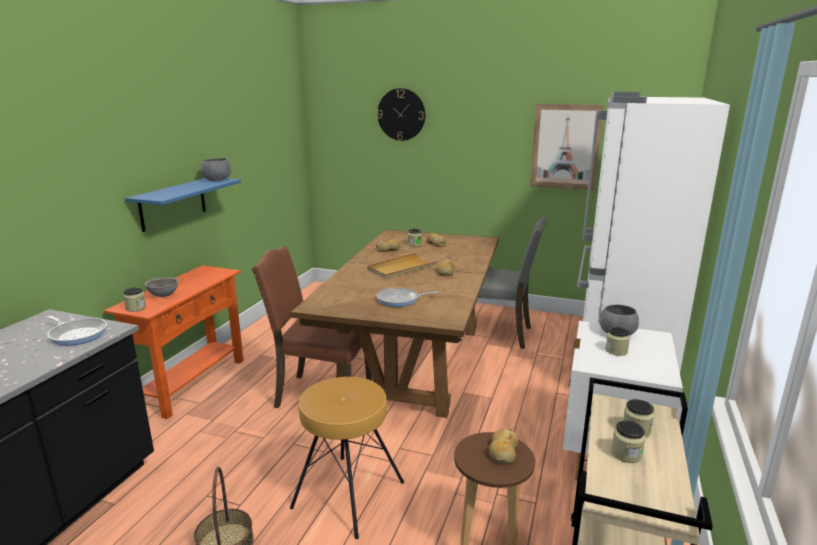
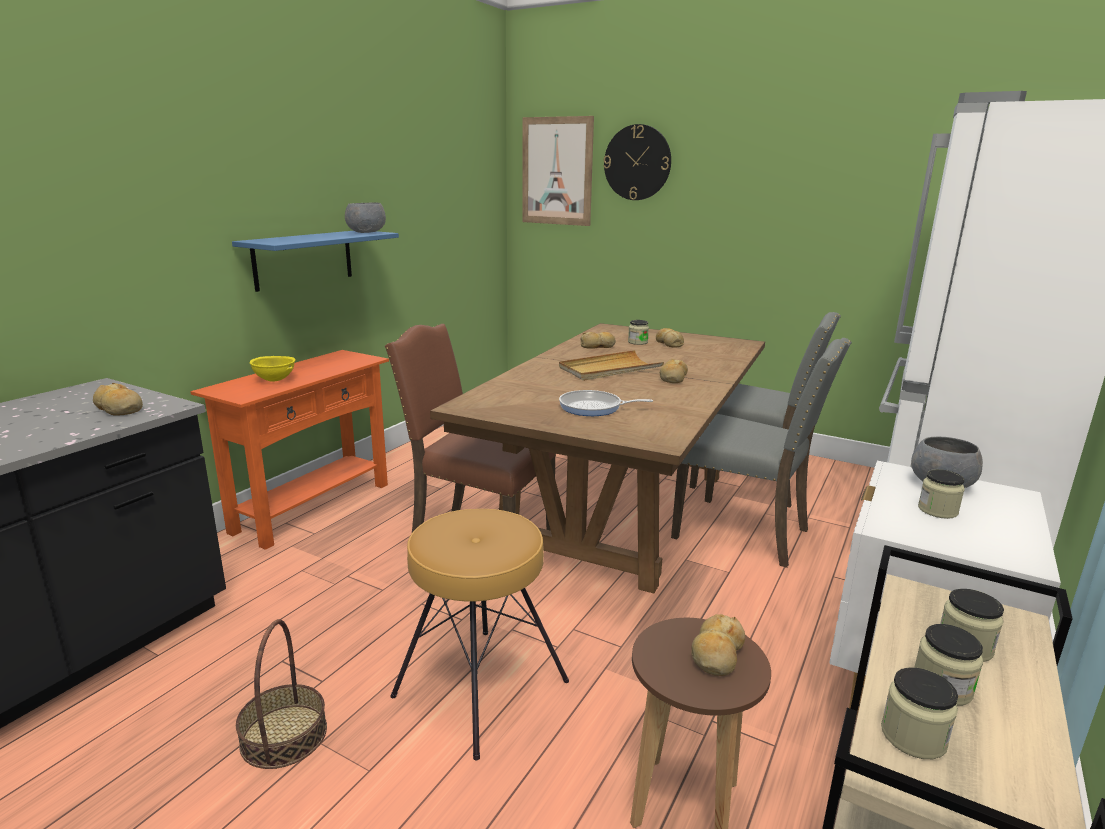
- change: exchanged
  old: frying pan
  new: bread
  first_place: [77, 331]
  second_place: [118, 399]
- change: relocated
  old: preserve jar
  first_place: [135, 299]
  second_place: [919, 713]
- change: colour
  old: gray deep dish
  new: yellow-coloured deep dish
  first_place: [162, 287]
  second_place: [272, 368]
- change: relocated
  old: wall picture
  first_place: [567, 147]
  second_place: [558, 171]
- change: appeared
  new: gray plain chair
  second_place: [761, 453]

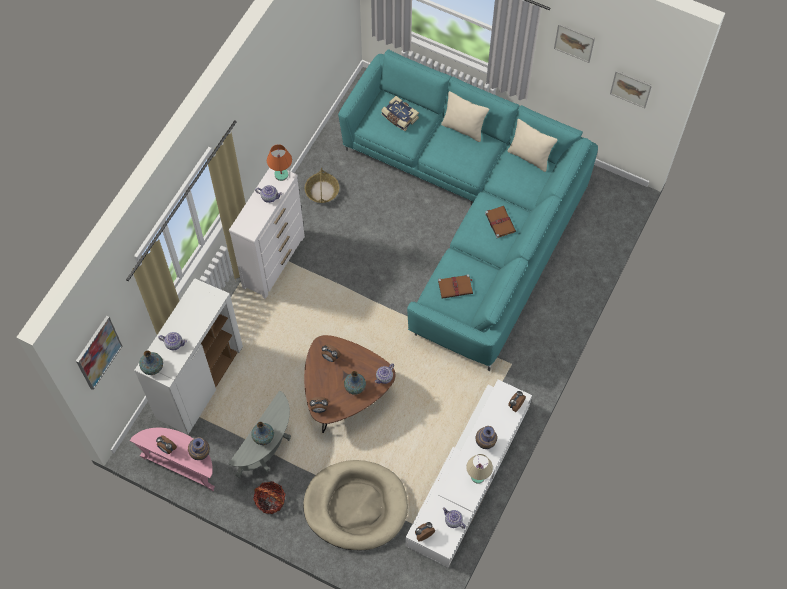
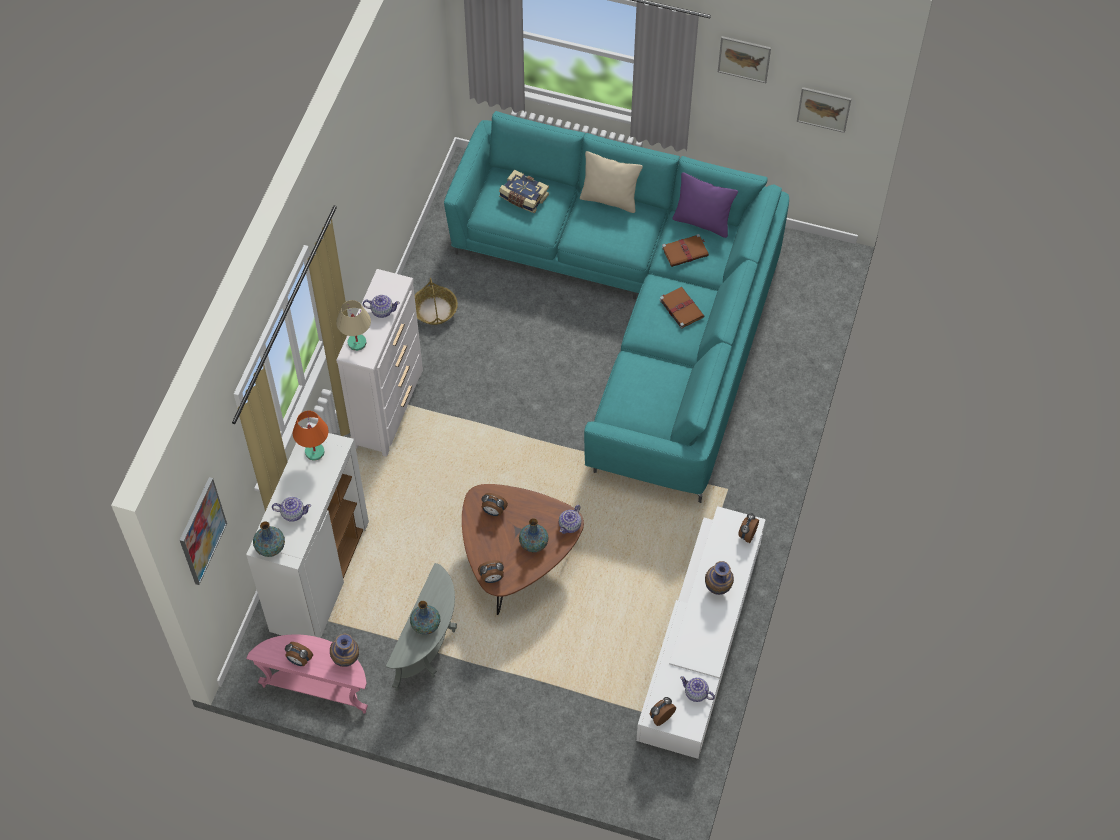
- change: missing
  old: household basket
  first_place: [269, 497]
- change: relocated
  old: orange table lamp
  first_place: [279, 162]
  second_place: [311, 435]
- change: missing
  old: sand-coloured dog bed
  first_place: [355, 505]
- change: relocated
  old: brownish bound book
  first_place: [455, 286]
  second_place: [685, 250]
- change: relocated
  old: sand-coloured table lamp
  first_place: [479, 469]
  second_place: [353, 325]
- change: colour
  old: sand-coloured throw pillow
  new: purple throw pillow
  first_place: [533, 145]
  second_place: [705, 205]

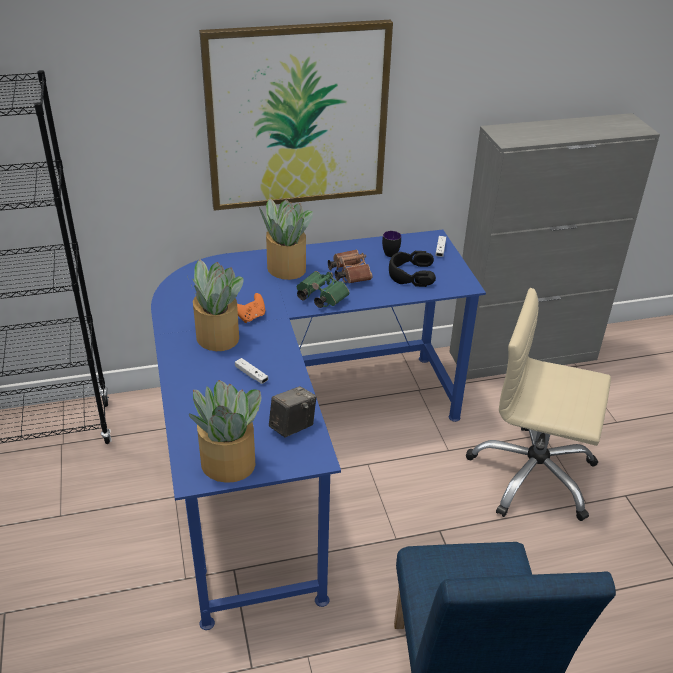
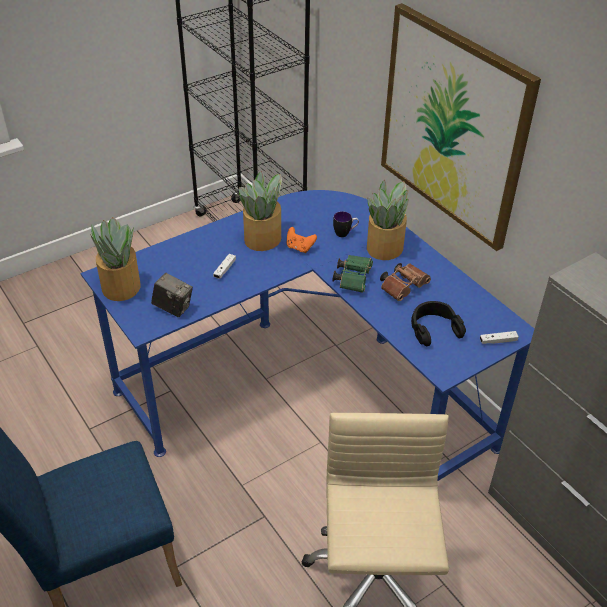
- change: relocated
  old: coffee mug
  first_place: [391, 244]
  second_place: [346, 224]

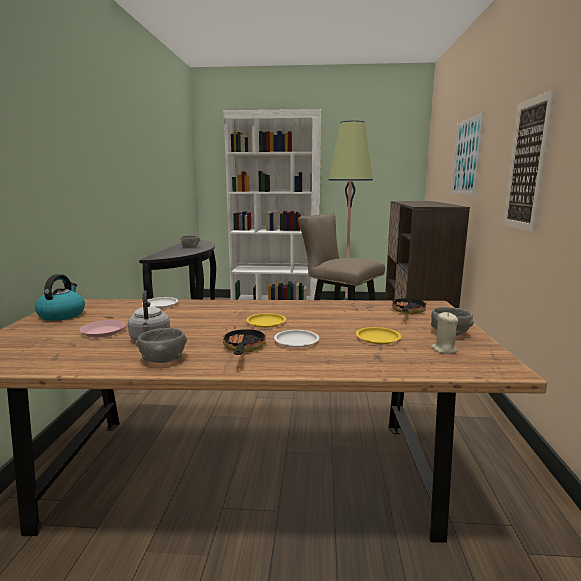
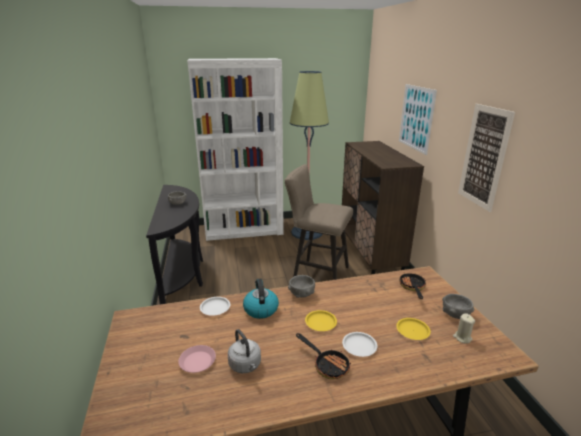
- change: relocated
  old: water kettle
  first_place: [60, 297]
  second_place: [261, 299]
- change: relocated
  old: gray deep dish
  first_place: [161, 345]
  second_place: [301, 286]
- change: spun
  old: frying pan
  first_place: [244, 341]
  second_place: [323, 356]
  degrees: 150

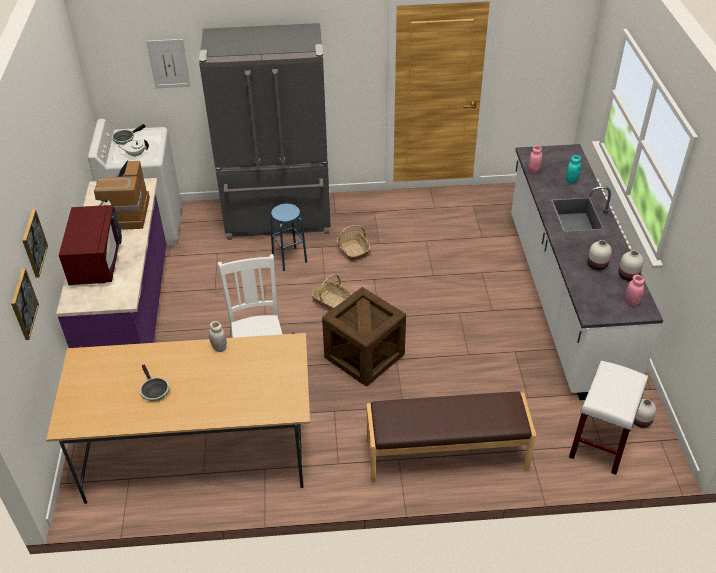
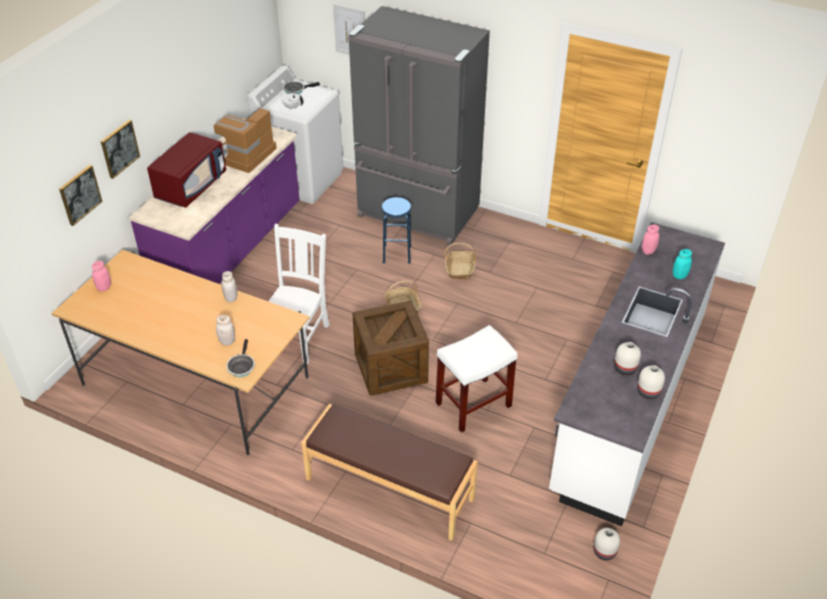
- change: relocated
  old: frying pan
  first_place: [154, 383]
  second_place: [240, 358]
- change: relocated
  old: white-coloured stool
  first_place: [608, 417]
  second_place: [476, 379]
- change: relocated
  old: pink preserve jar
  first_place: [635, 290]
  second_place: [101, 276]
- change: appeared
  new: white-coloured preserve jar
  second_place: [225, 330]

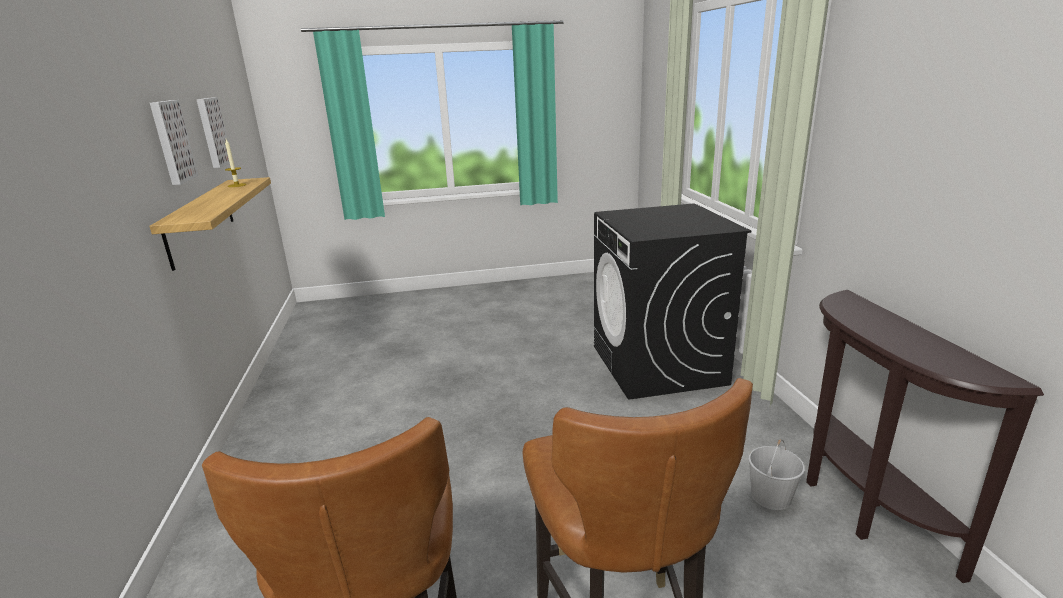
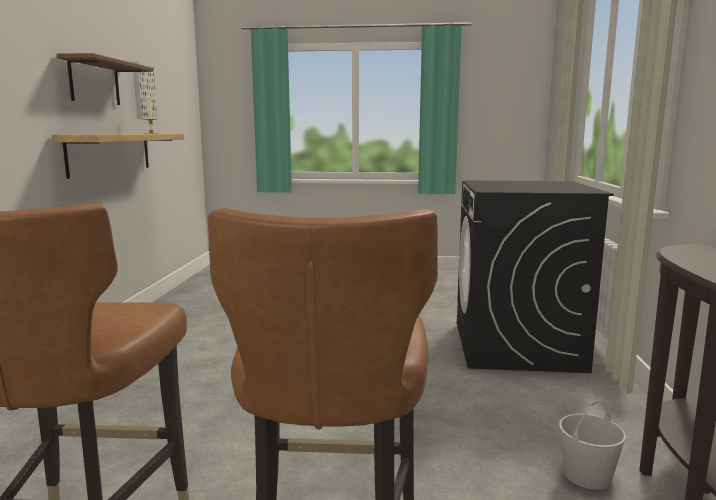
- change: exchanged
  old: wall picture
  new: brownish bracket shelf
  first_place: [174, 142]
  second_place: [105, 79]

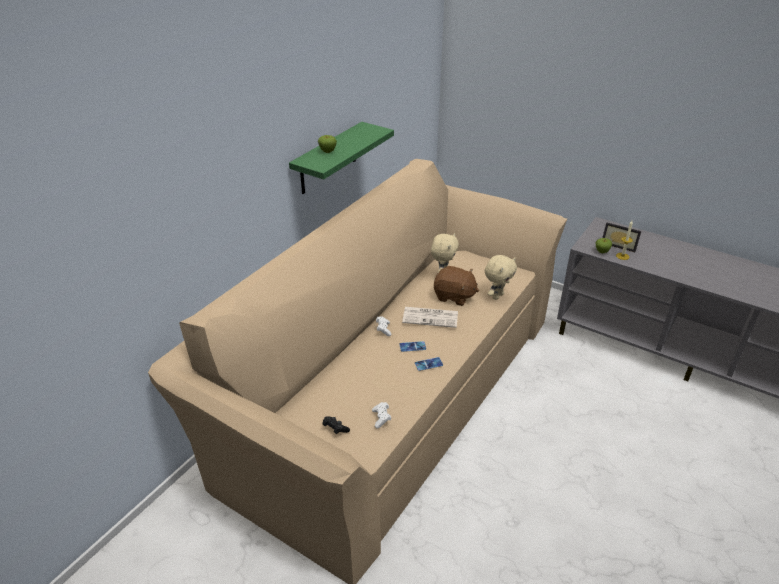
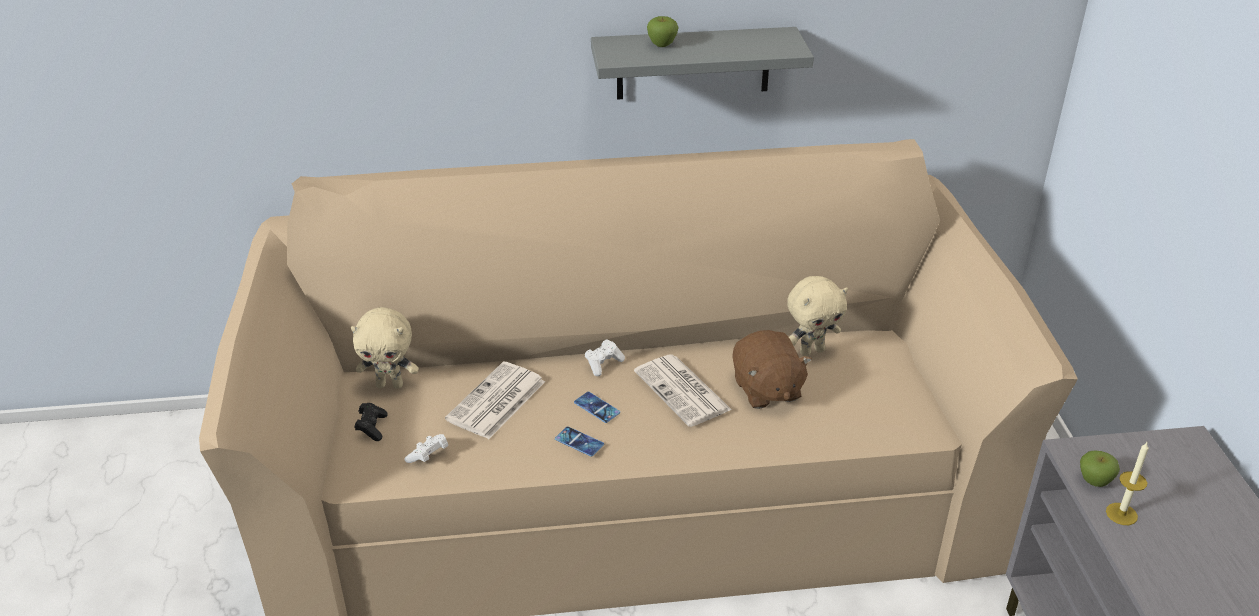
- change: colour
  old: green-coloured bracket shelf
  new: gray bracket shelf
  first_place: [341, 158]
  second_place: [702, 63]
- change: relocated
  old: sand-coloured cuddly toy
  first_place: [501, 277]
  second_place: [385, 348]
- change: missing
  old: picture frame
  first_place: [621, 237]
- change: appeared
  new: printed paper
  second_place: [495, 400]

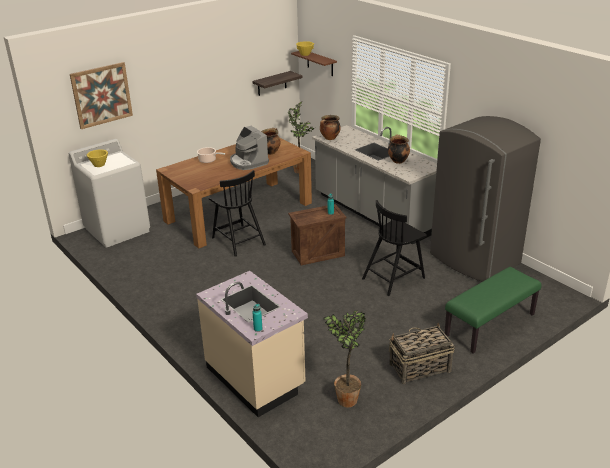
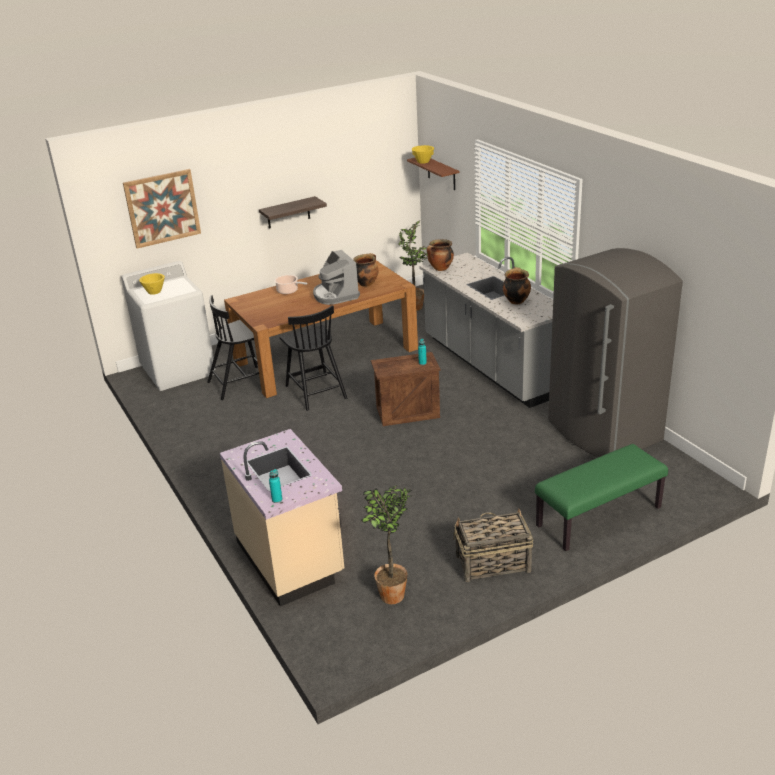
- change: relocated
  old: bracket shelf
  first_place: [278, 83]
  second_place: [293, 212]
- change: relocated
  old: black-coloured plain chair
  first_place: [394, 248]
  second_place: [233, 347]

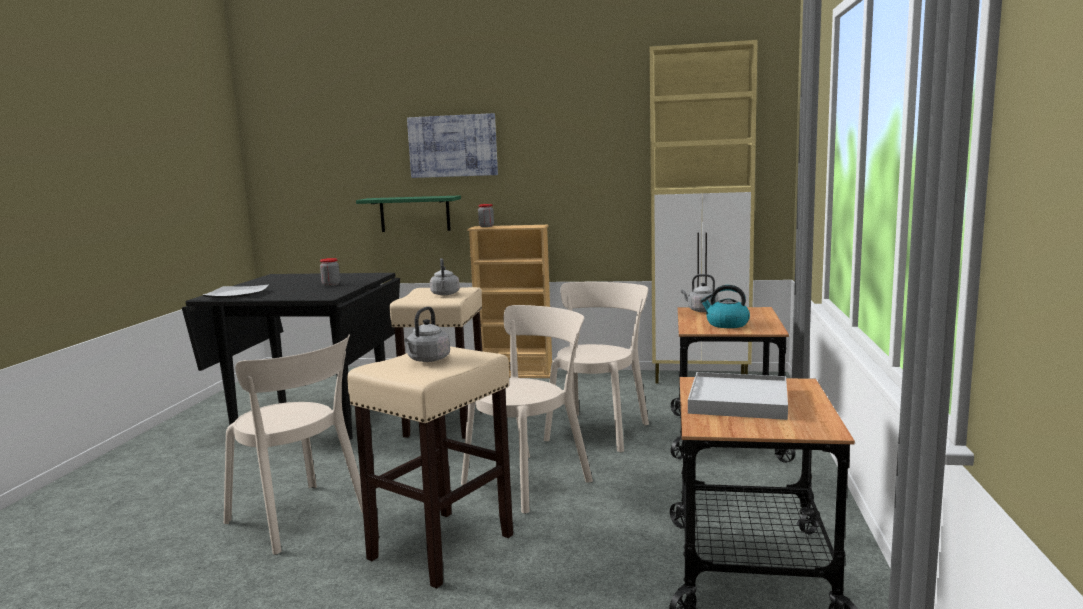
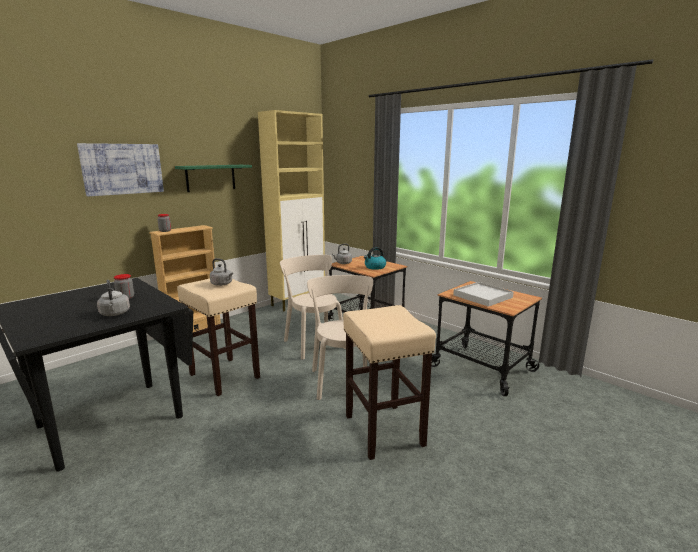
- change: missing
  old: plate
  first_place: [236, 291]
- change: missing
  old: sand-coloured plain chair
  first_place: [293, 444]
- change: relocated
  old: green-coloured bracket shelf
  first_place: [408, 213]
  second_place: [213, 178]
- change: relocated
  old: gray water kettle
  first_place: [427, 334]
  second_place: [113, 298]

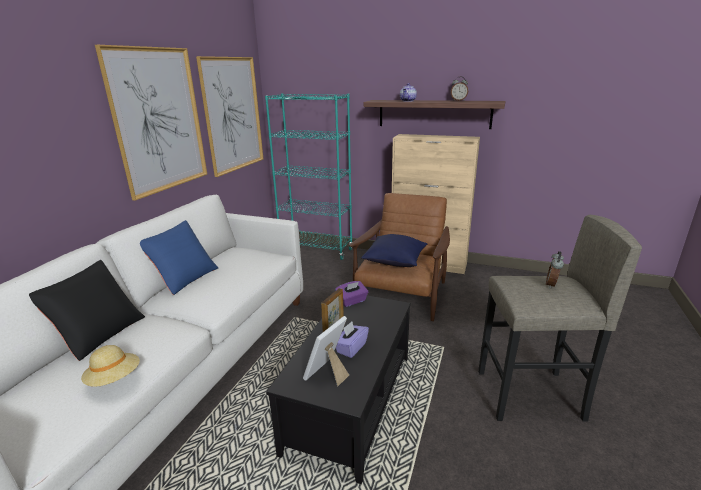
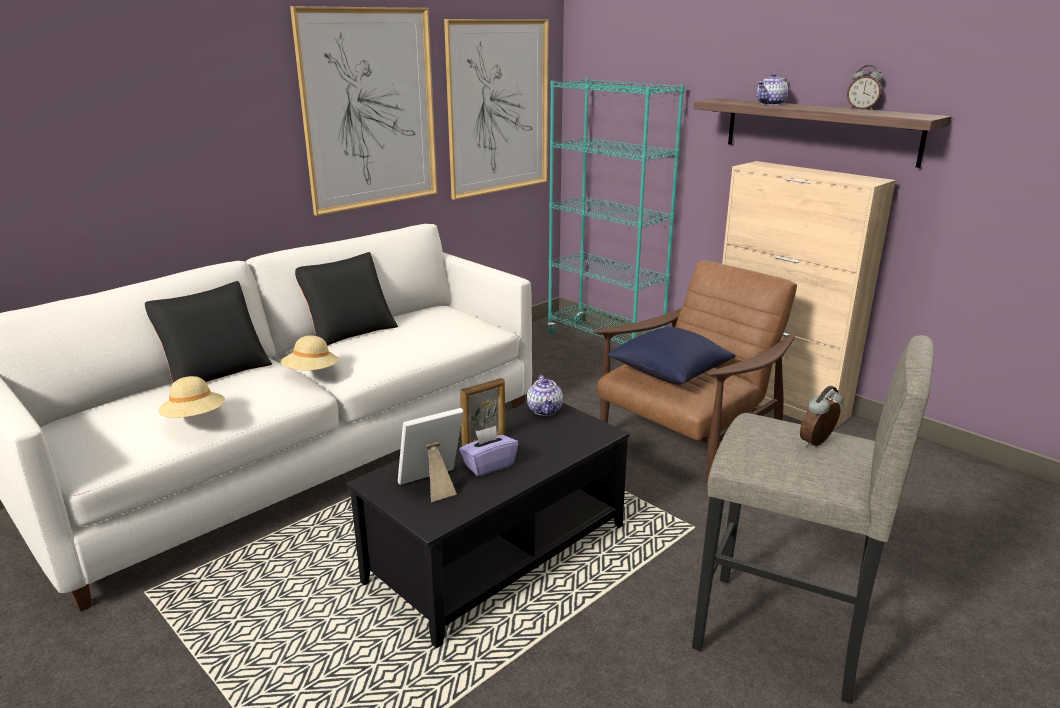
- change: colour
  old: blue throw pillow
  new: black-coloured throw pillow
  first_place: [179, 257]
  second_place: [346, 299]
- change: exchanged
  old: purple box of tissues
  new: teapot
  first_place: [351, 294]
  second_place: [545, 395]
- change: appeared
  new: sand-coloured clothing hat
  second_place: [310, 352]

